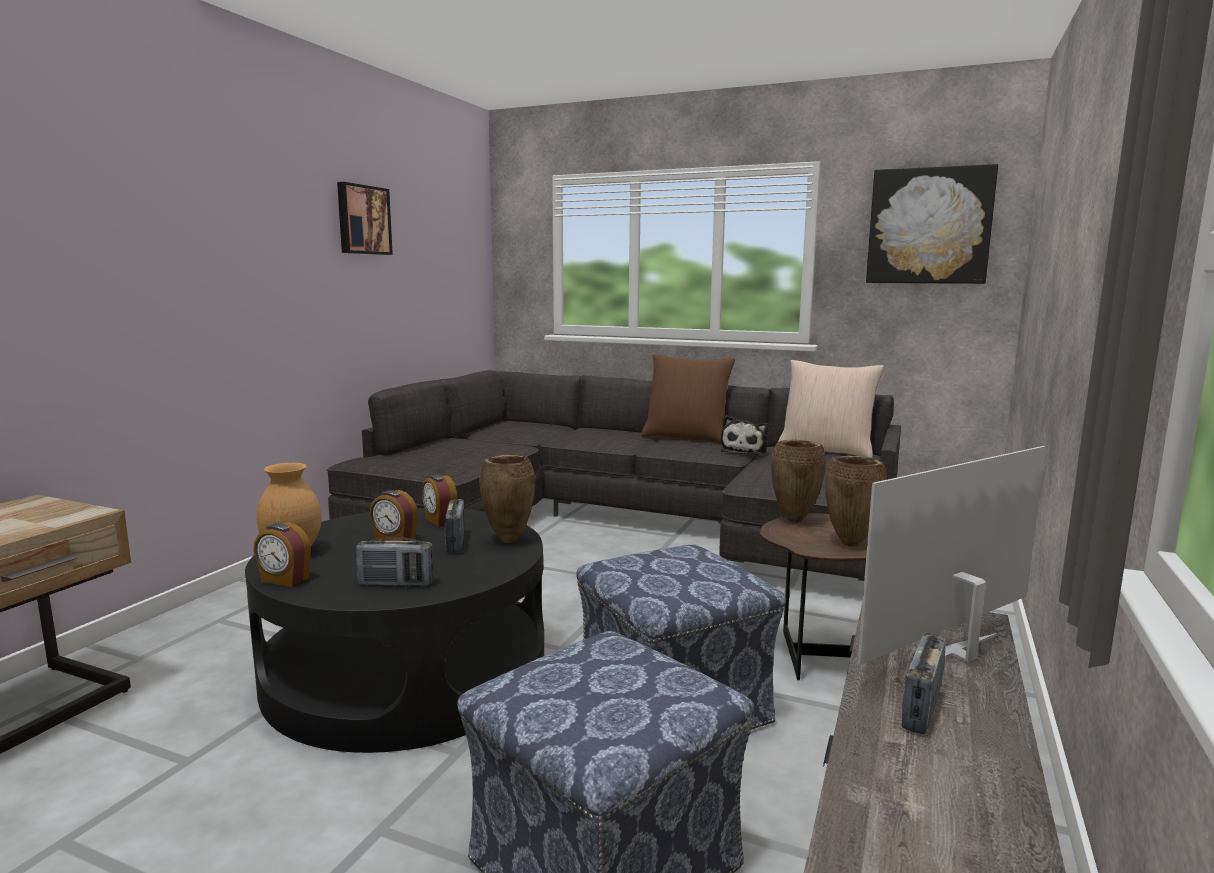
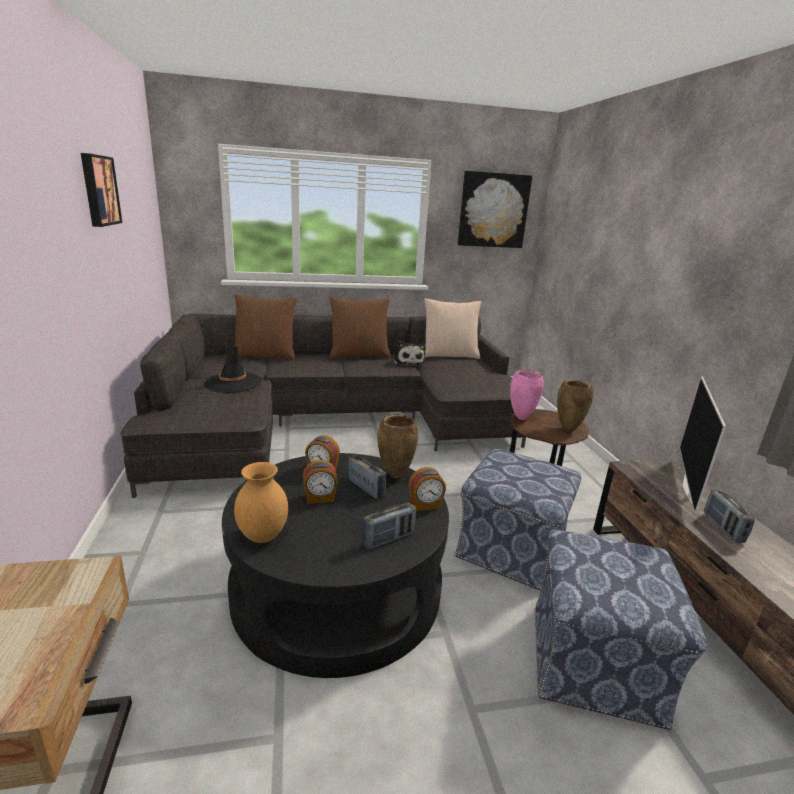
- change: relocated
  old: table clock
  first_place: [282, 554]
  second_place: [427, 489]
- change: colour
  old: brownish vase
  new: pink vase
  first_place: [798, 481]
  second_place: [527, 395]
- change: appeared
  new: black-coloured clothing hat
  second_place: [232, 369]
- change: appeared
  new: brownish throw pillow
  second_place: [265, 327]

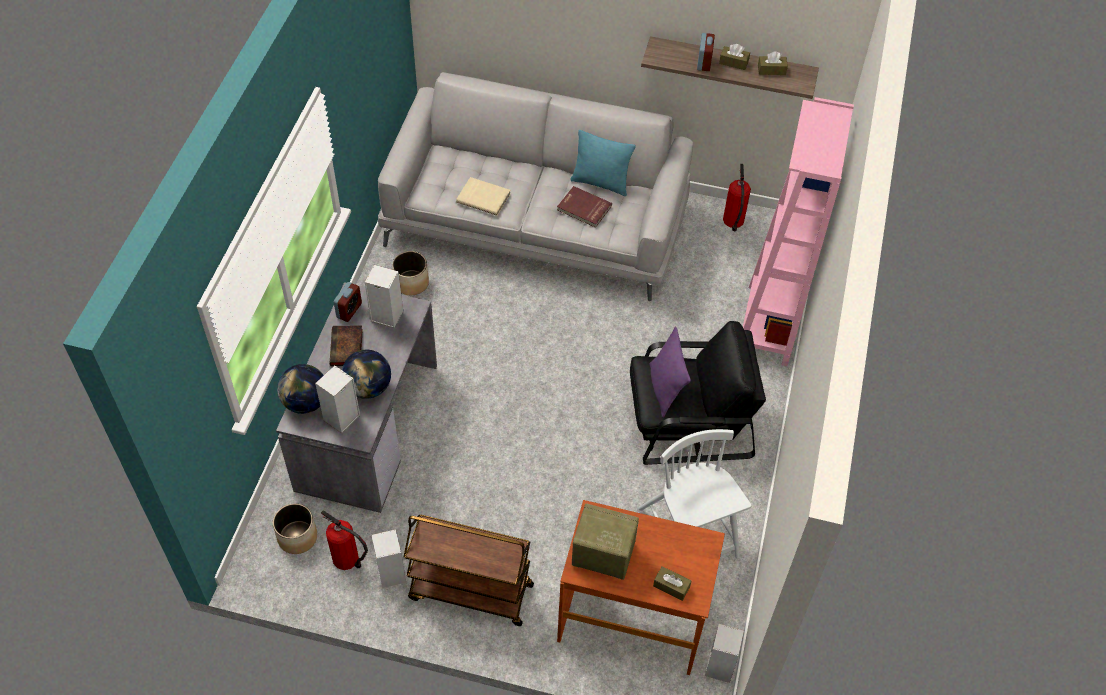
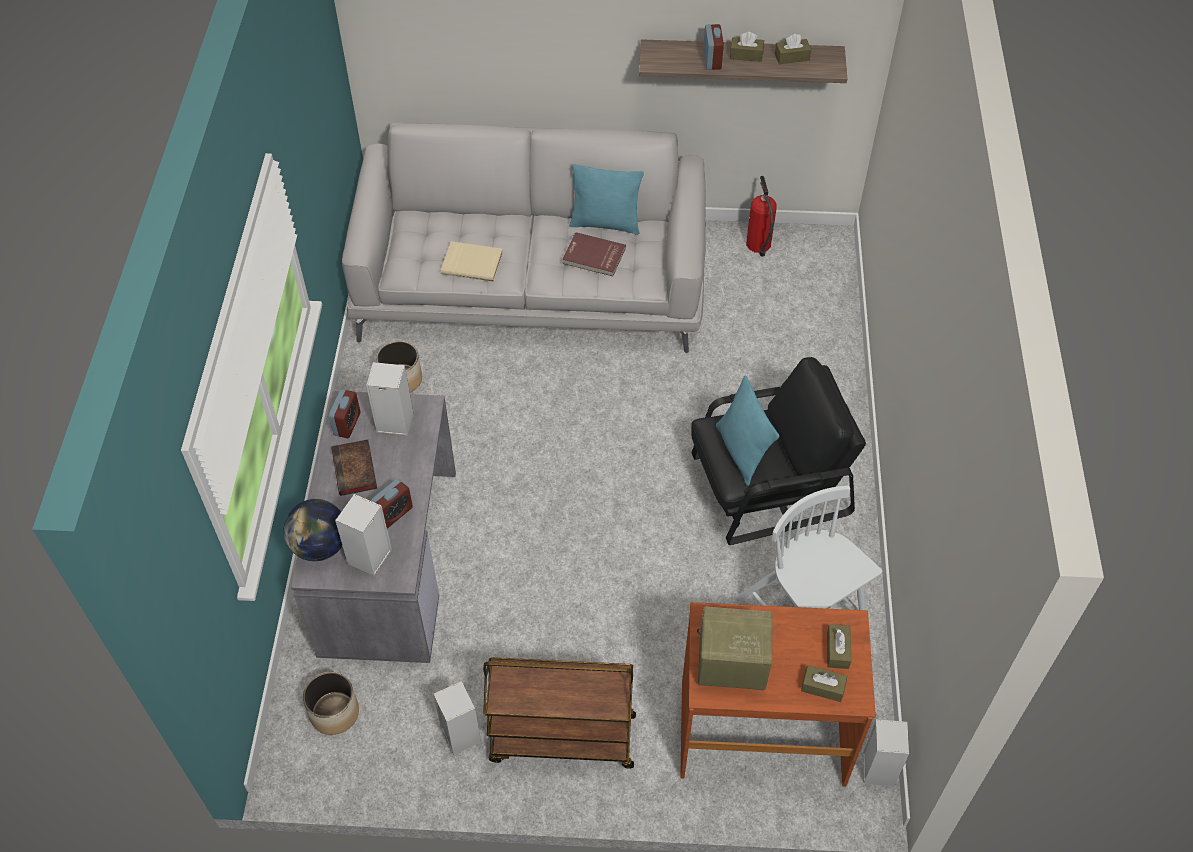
- change: missing
  old: fire-fighting cylinder
  first_place: [344, 540]
- change: exchanged
  old: globe
  new: table clock
  first_place: [366, 374]
  second_place: [392, 503]
- change: colour
  old: purple throw pillow
  new: blue-green throw pillow
  first_place: [670, 372]
  second_place: [747, 430]
- change: missing
  old: pink bookshelf
  first_place: [798, 231]
- change: appeared
  new: brownish box of tissues
  second_place: [839, 646]

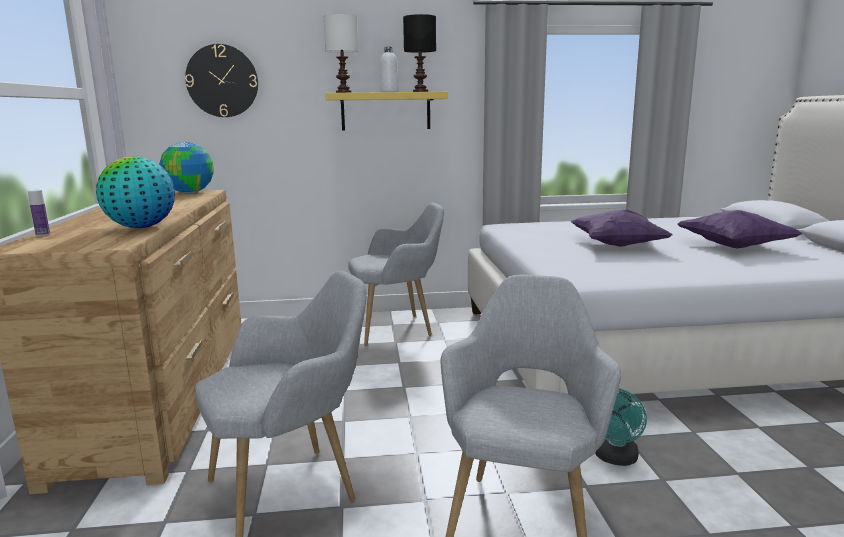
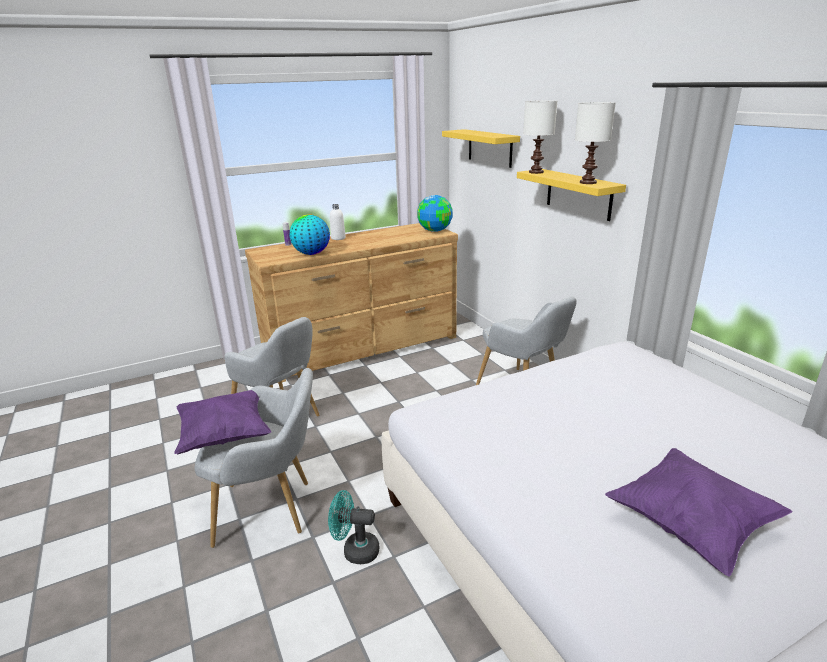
- change: exchanged
  old: hanging clock
  new: yellow-coloured bracket shelf
  first_place: [221, 80]
  second_place: [481, 148]
- change: relocated
  old: white-coloured bottle
  first_place: [389, 69]
  second_place: [338, 222]
- change: colour
  old: black-coloured table lamp
  new: white-coloured table lamp
  first_place: [419, 53]
  second_place: [595, 143]
- change: relocated
  old: purple throw pillow
  first_place: [621, 228]
  second_place: [223, 422]

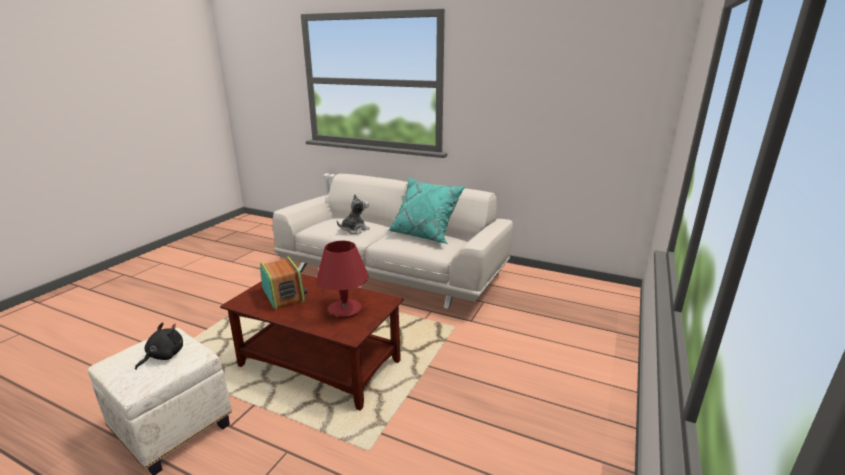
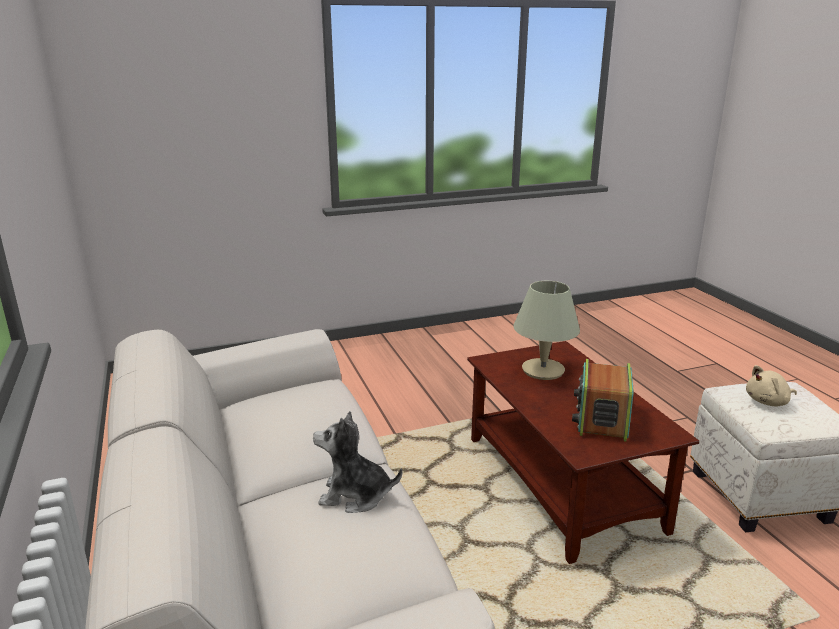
- change: colour
  old: black-coloured cuddly toy
  new: sand-coloured cuddly toy
  first_place: [159, 346]
  second_place: [771, 385]
- change: colour
  old: reddish table lamp
  new: sand-coloured table lamp
  first_place: [342, 279]
  second_place: [547, 330]
- change: missing
  old: blue-green throw pillow
  first_place: [426, 210]

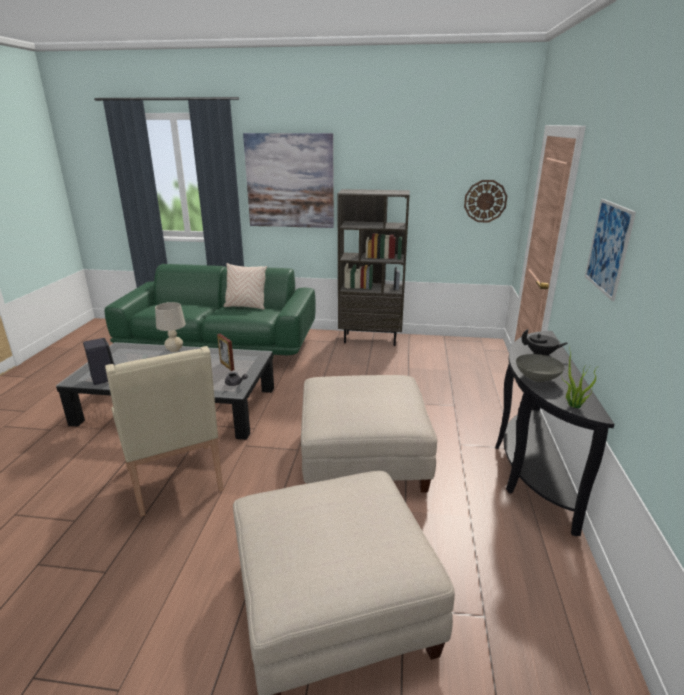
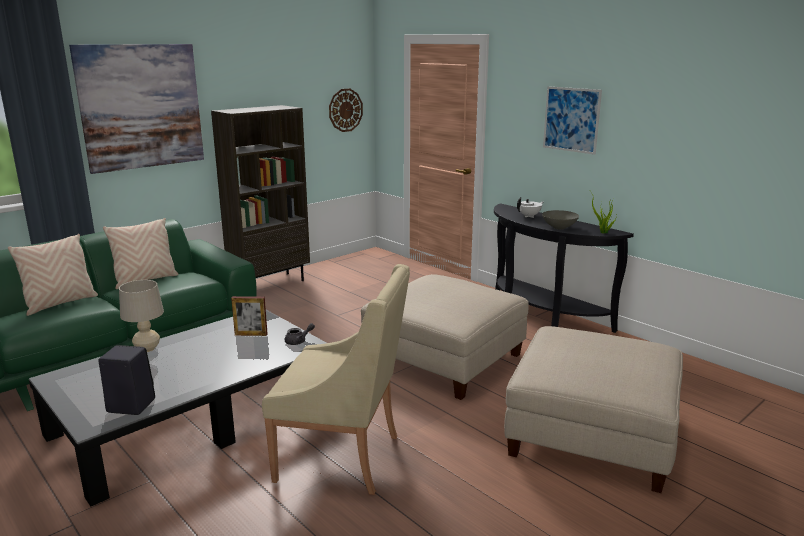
- change: colour
  old: black-coloured teapot
  new: white-coloured teapot
  first_place: [545, 342]
  second_place: [530, 207]
- change: appeared
  new: sand-coloured throw pillow
  second_place: [53, 275]

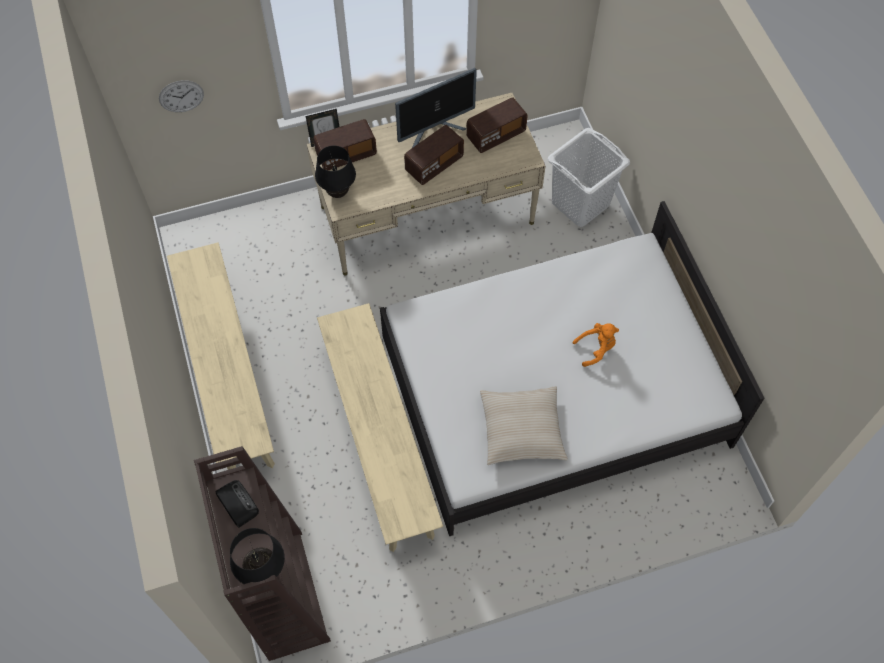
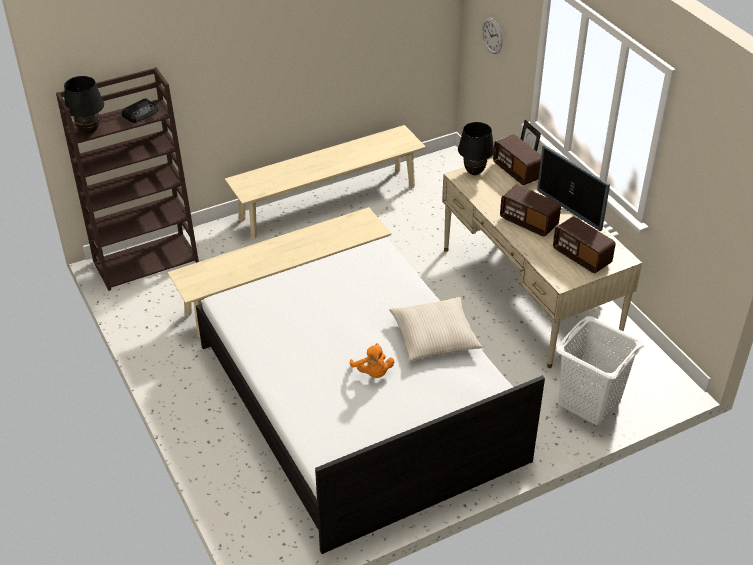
- change: relocated
  old: sand-coloured throw pillow
  first_place: [524, 425]
  second_place: [435, 329]

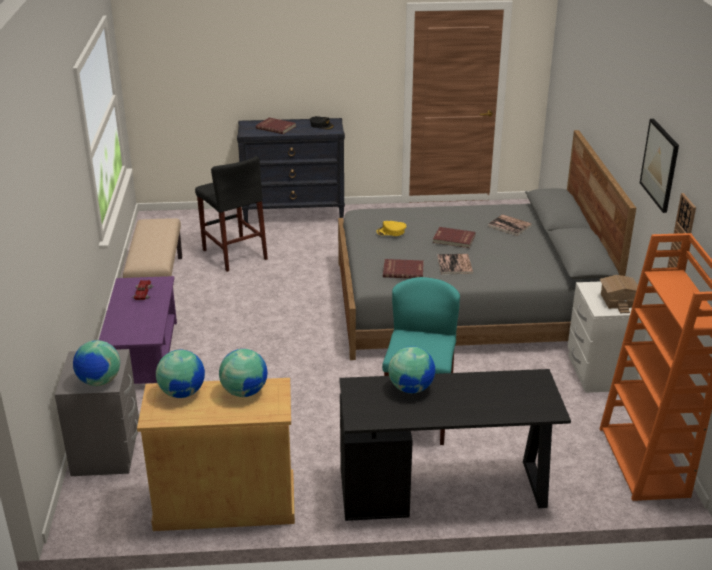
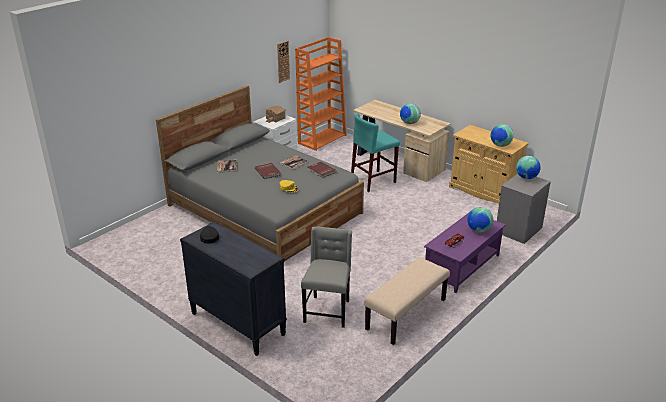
- change: exchanged
  old: black-coloured stool
  new: gray plain chair
  first_place: [231, 214]
  second_place: [326, 277]
- change: relocated
  old: globe
  first_place: [243, 373]
  second_place: [480, 220]
- change: missing
  old: reddish bound book
  first_place: [276, 126]
- change: colour
  old: black-coloured desk unit
  new: sand-coloured desk unit
  first_place: [455, 445]
  second_place: [402, 141]
- change: missing
  old: wall picture
  first_place: [659, 165]

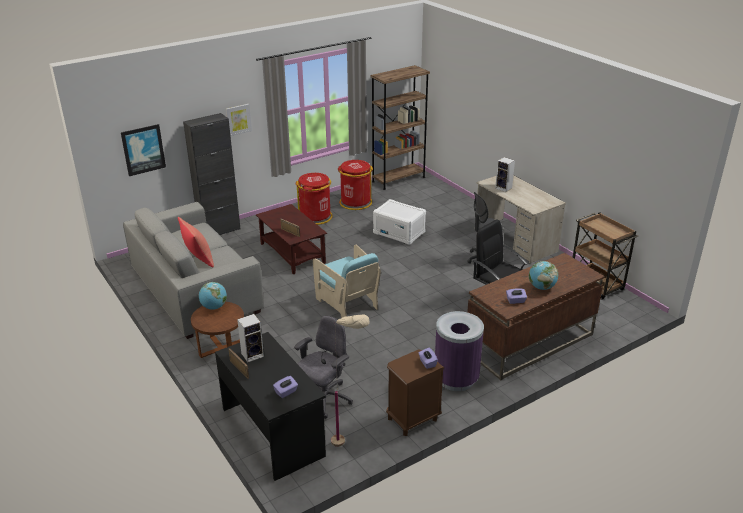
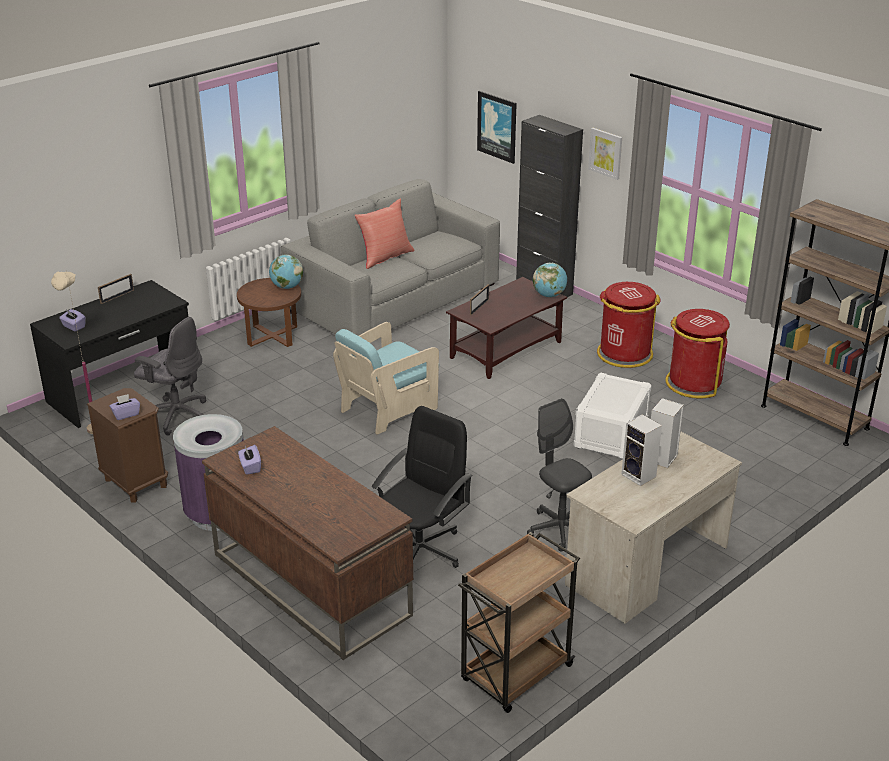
- change: relocated
  old: speaker
  first_place: [250, 338]
  second_place: [641, 450]
- change: relocated
  old: globe
  first_place: [543, 275]
  second_place: [550, 280]

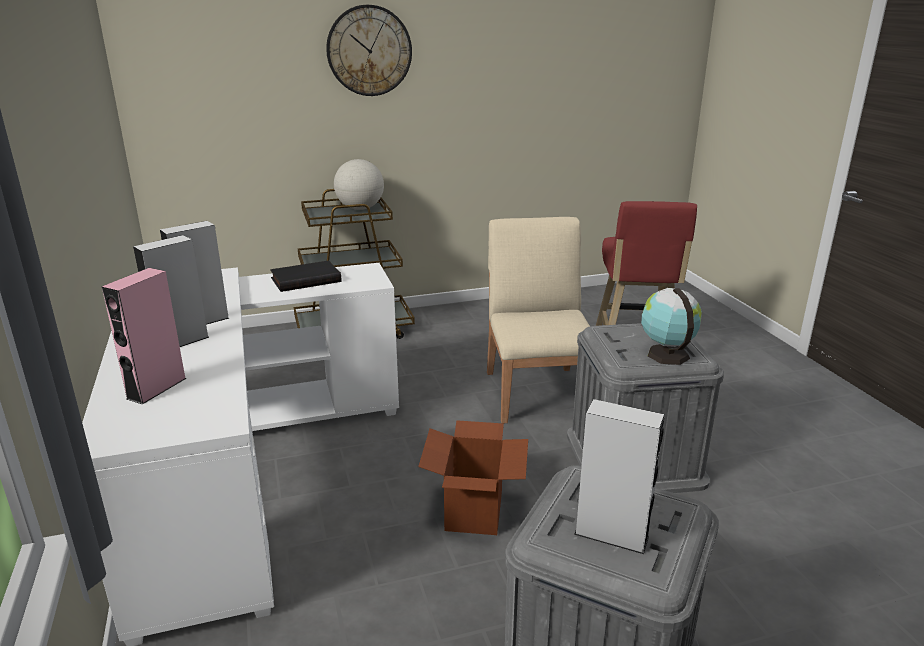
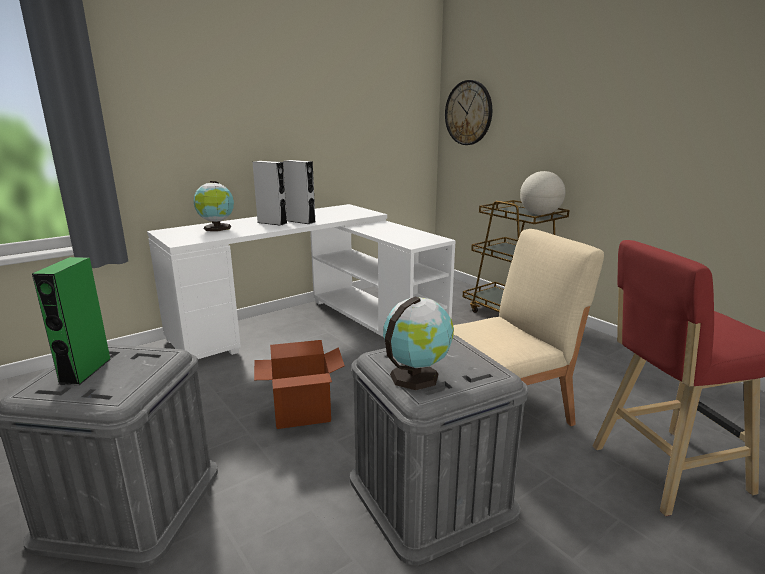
- change: exchanged
  old: pink speaker
  new: globe
  first_place: [144, 336]
  second_place: [214, 206]
- change: missing
  old: black-coloured bound book
  first_place: [305, 276]
- change: relocated
  old: hanging clock
  first_place: [369, 50]
  second_place: [468, 112]
- change: colour
  old: gray speaker
  new: green-coloured speaker
  first_place: [619, 476]
  second_place: [71, 321]

